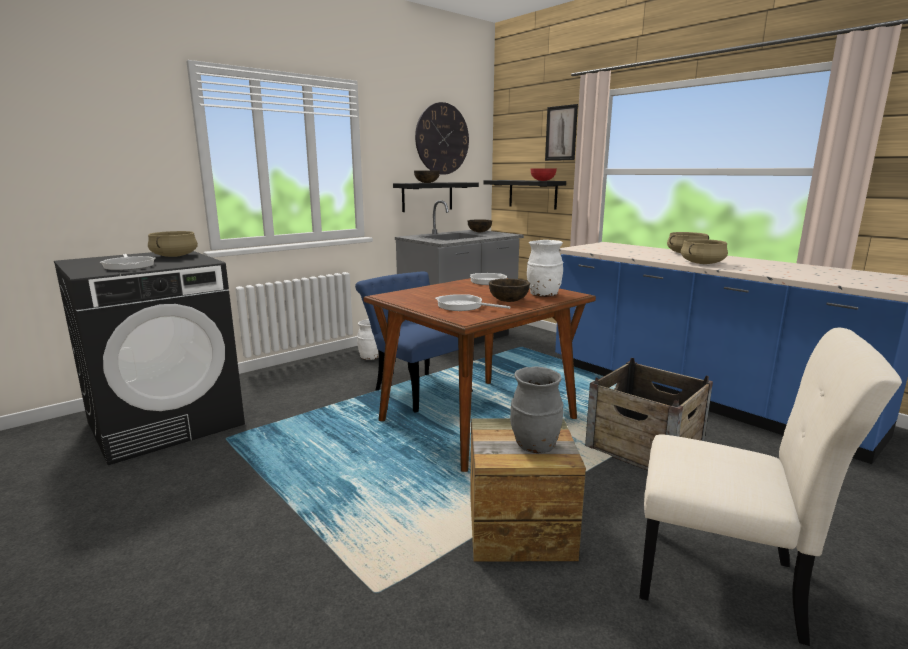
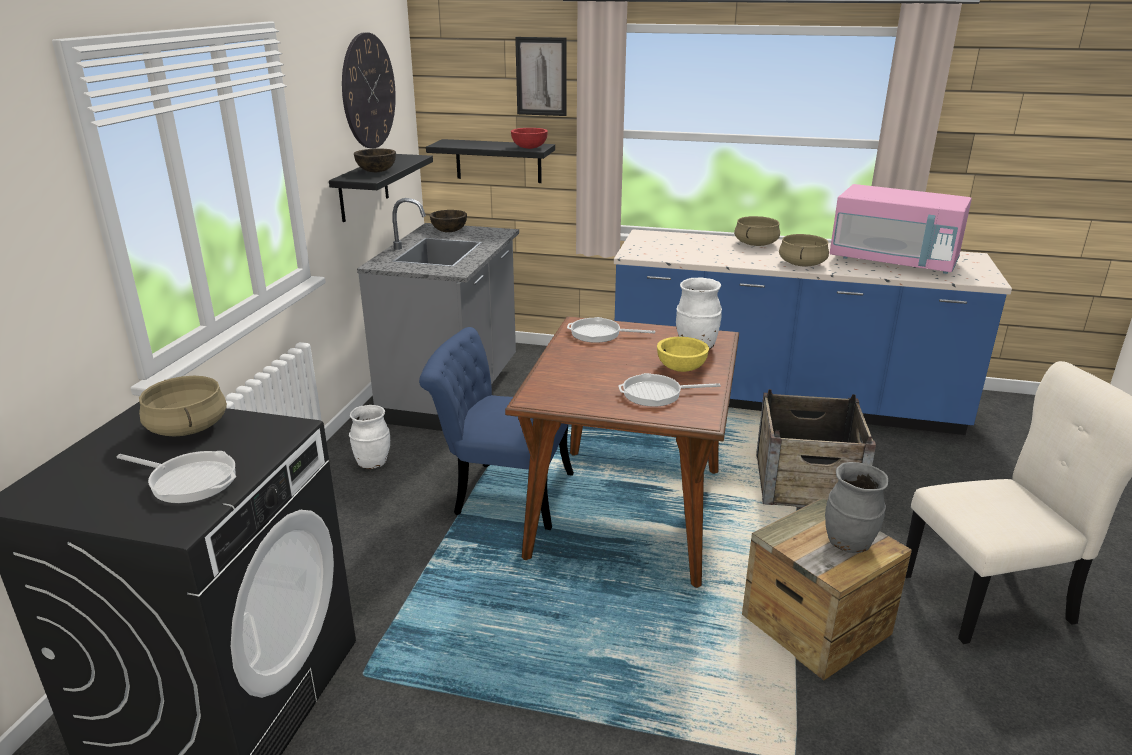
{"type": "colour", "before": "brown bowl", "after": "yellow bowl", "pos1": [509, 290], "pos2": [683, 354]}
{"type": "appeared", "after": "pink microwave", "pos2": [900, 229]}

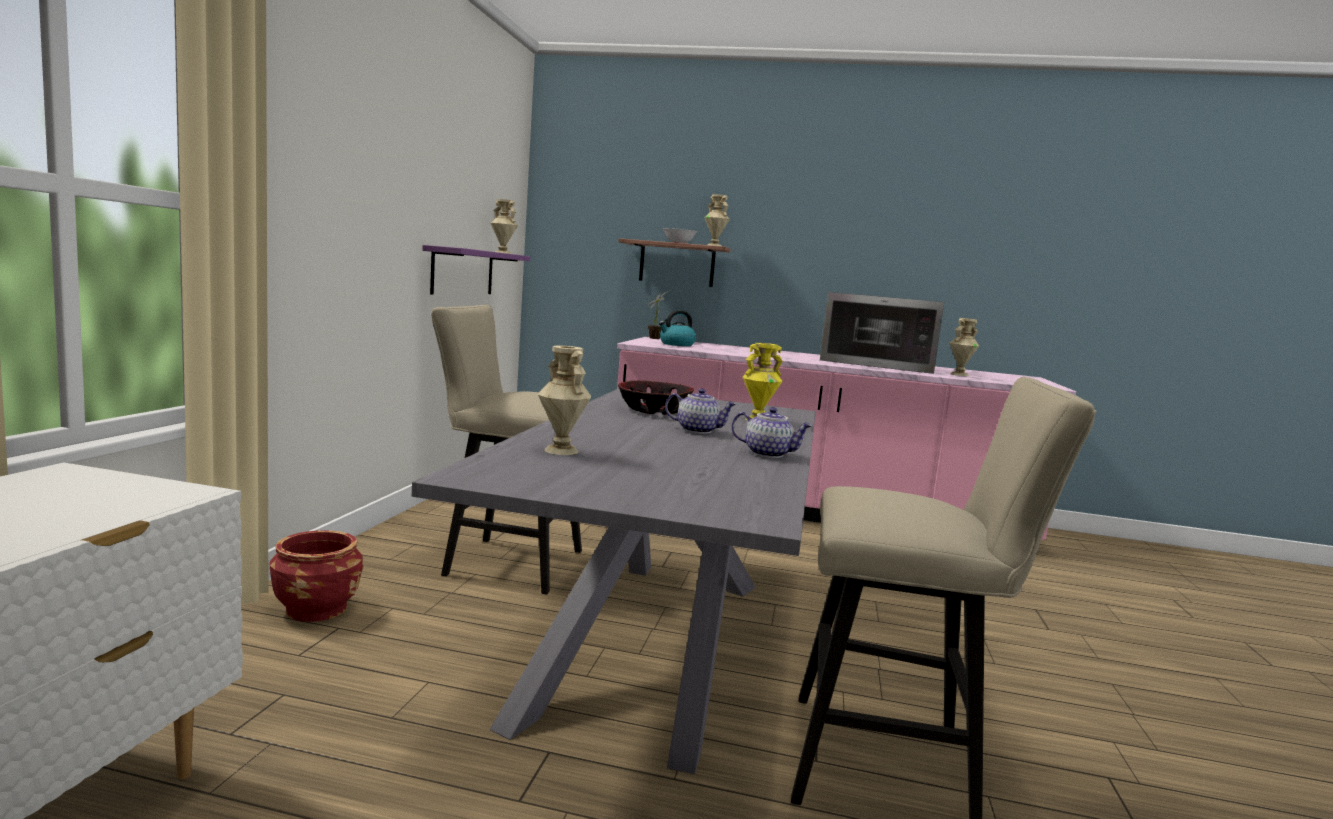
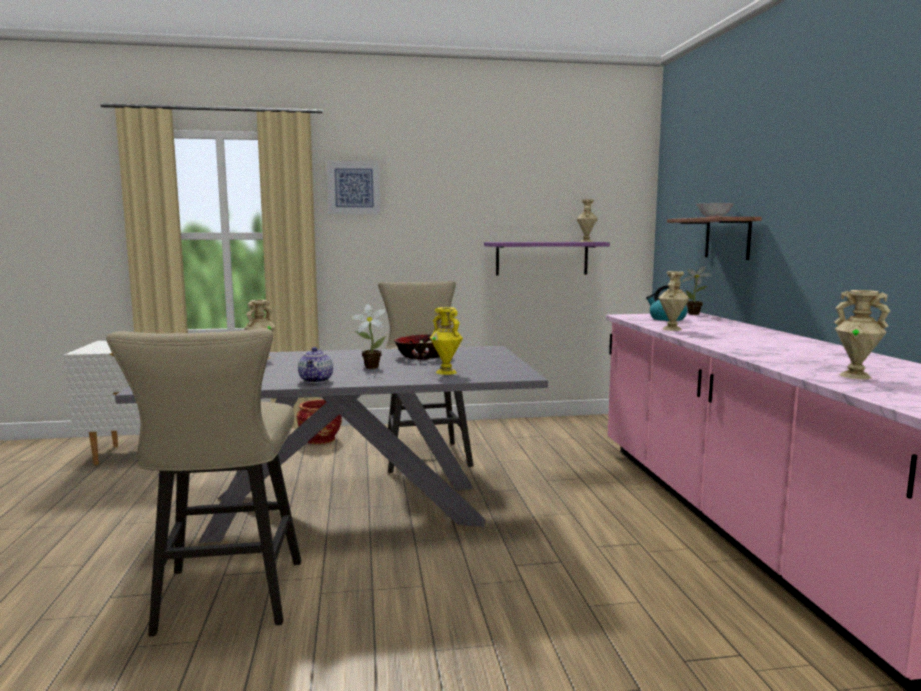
{"type": "exchanged", "before": "teapot", "after": "potted plant", "pos1": [701, 411], "pos2": [369, 336]}
{"type": "relocated", "before": "beige vase", "pos1": [717, 220], "pos2": [674, 301]}
{"type": "missing", "before": "microwave", "pos1": [882, 333]}
{"type": "appeared", "after": "picture", "pos2": [354, 187]}

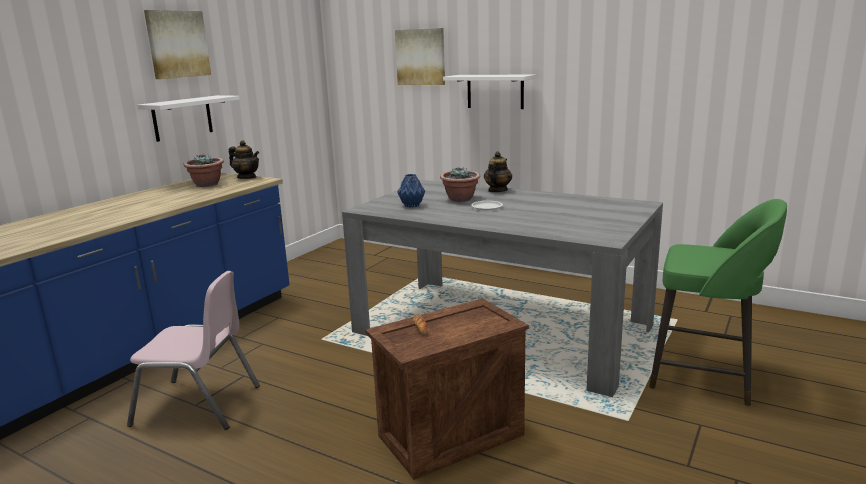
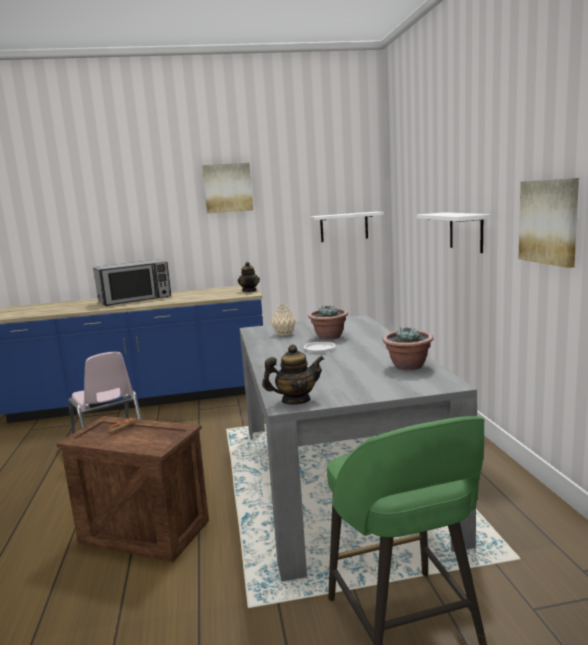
{"type": "relocated", "before": "white shelf", "pos1": [188, 118], "pos2": [347, 227]}
{"type": "relocated", "before": "potted plant", "pos1": [204, 170], "pos2": [408, 348]}
{"type": "relocated", "before": "picture", "pos1": [420, 56], "pos2": [548, 223]}
{"type": "colour", "before": "blue vase", "after": "beige vase", "pos1": [411, 191], "pos2": [283, 320]}
{"type": "relocated", "before": "teapot", "pos1": [498, 172], "pos2": [293, 374]}
{"type": "appeared", "after": "microwave", "pos2": [132, 283]}

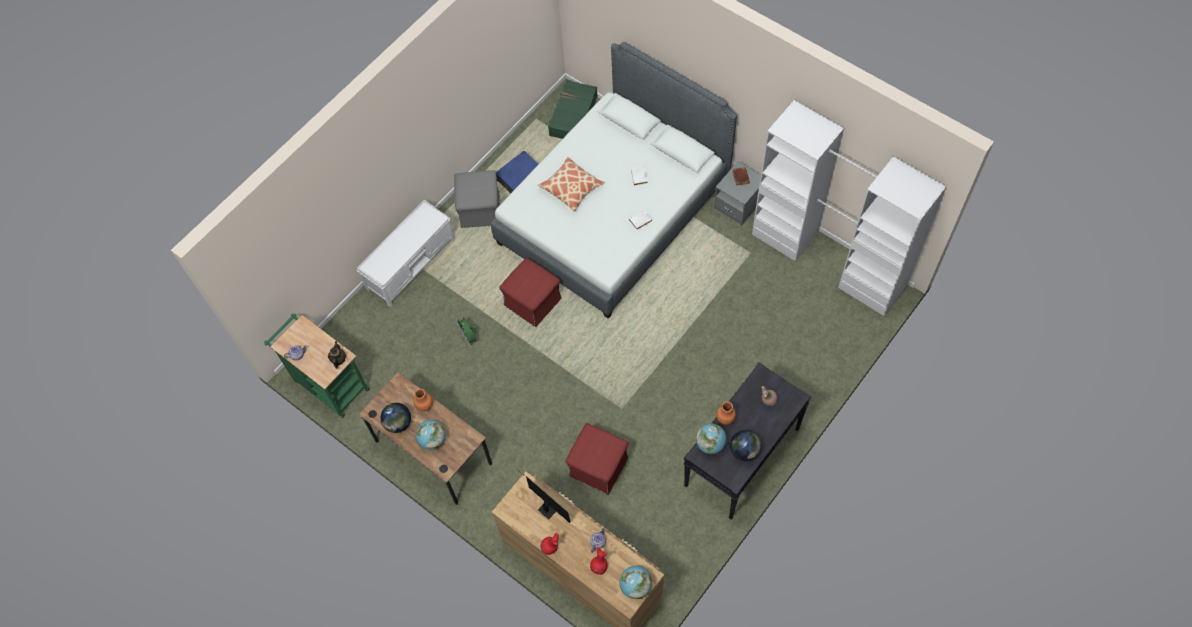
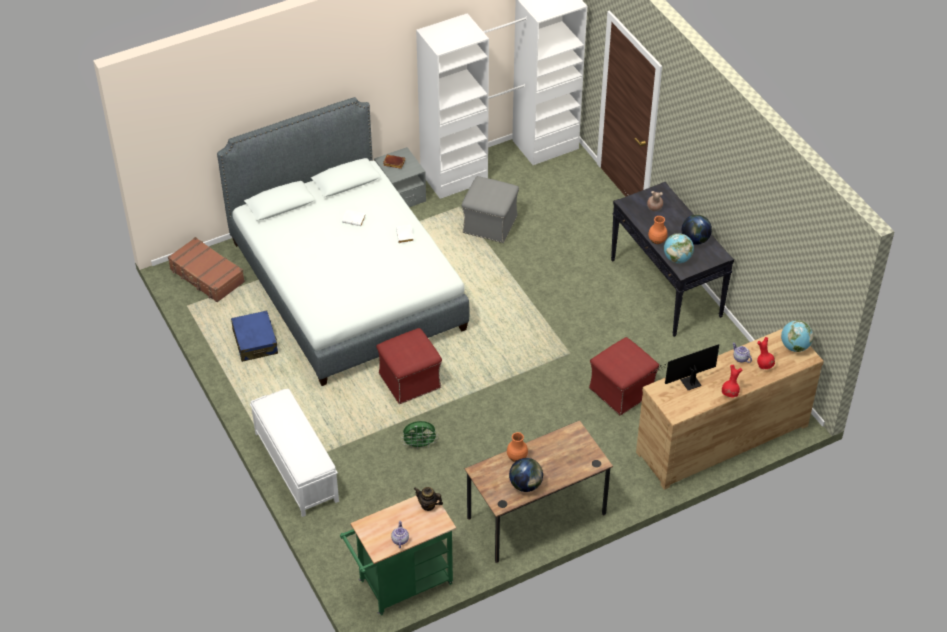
{"type": "missing", "before": "globe", "pos1": [431, 435]}
{"type": "relocated", "before": "grey ottoman", "pos1": [477, 199], "pos2": [490, 209]}
{"type": "missing", "before": "pillow", "pos1": [571, 184]}
{"type": "colour", "before": "green suitcase", "after": "brown suitcase", "pos1": [573, 109], "pos2": [206, 269]}

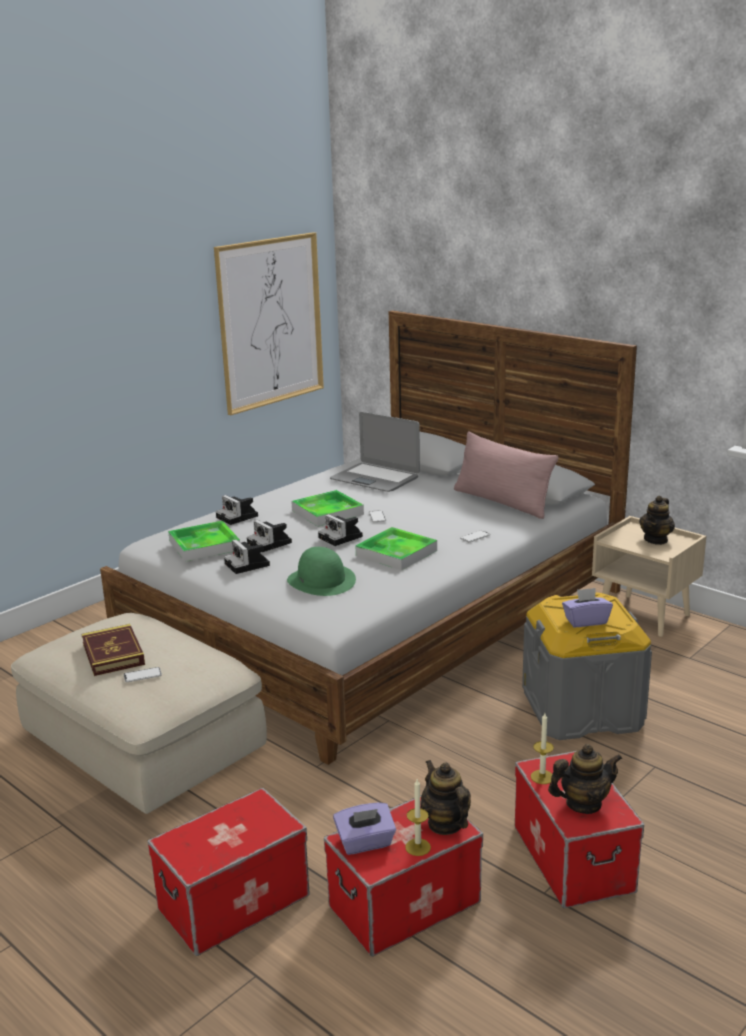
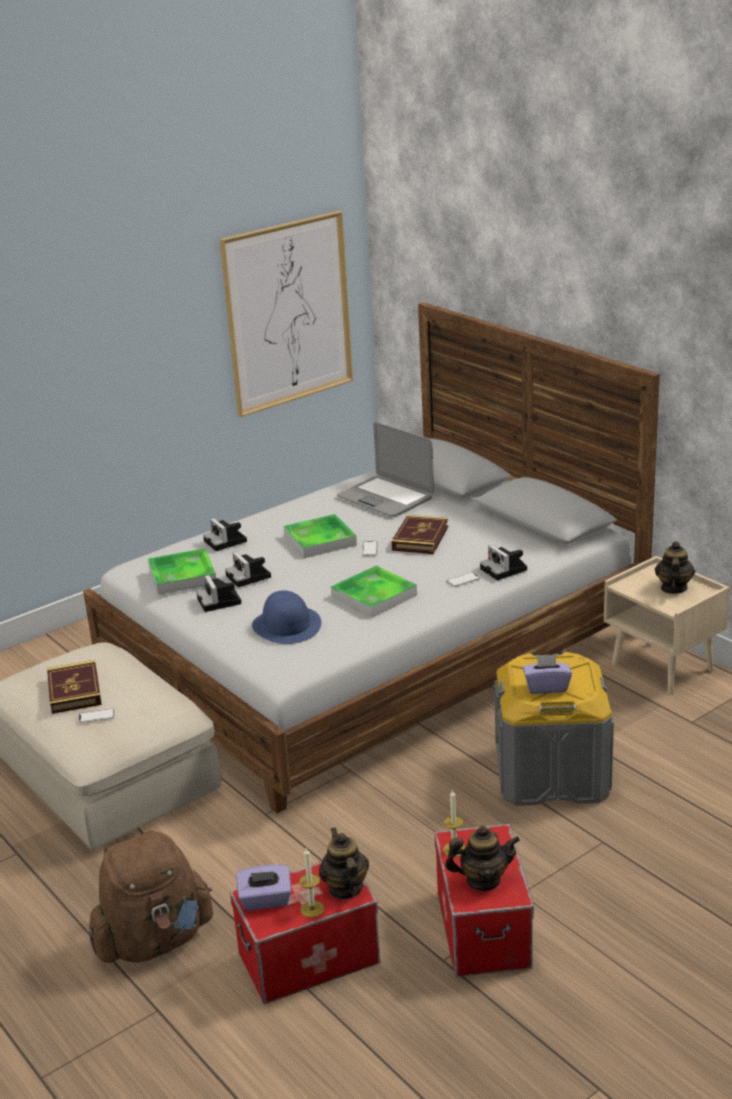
{"type": "exchanged", "before": "storage box", "after": "brown backpack", "pos1": [228, 872], "pos2": [151, 896]}
{"type": "colour", "before": "green hat", "after": "blue hat", "pos1": [321, 571], "pos2": [286, 617]}
{"type": "relocated", "before": "photo camera", "pos1": [340, 530], "pos2": [503, 562]}
{"type": "missing", "before": "pink pillow", "pos1": [506, 475]}
{"type": "spun", "before": "teapot", "pos1": [657, 520], "pos2": [675, 567], "turn": 150}
{"type": "appeared", "after": "book", "pos2": [419, 534]}

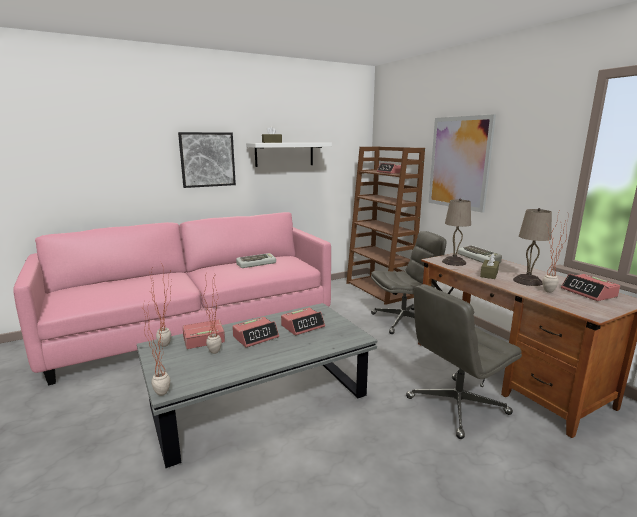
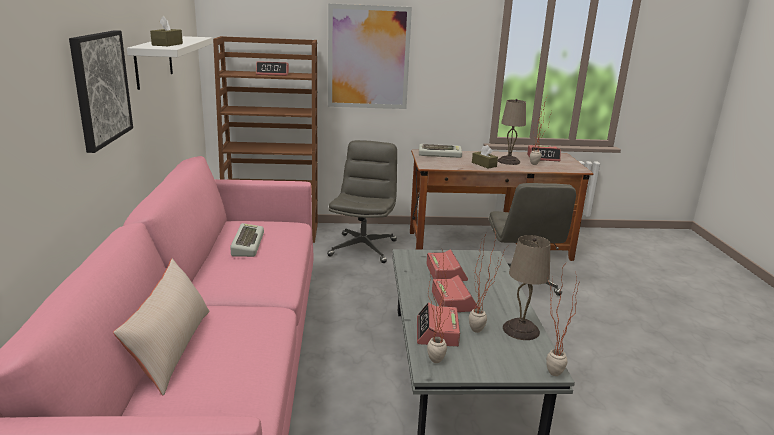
{"type": "relocated", "before": "beige table lamp", "pos1": [456, 232], "pos2": [526, 287]}
{"type": "appeared", "after": "beige pillow", "pos2": [161, 327]}

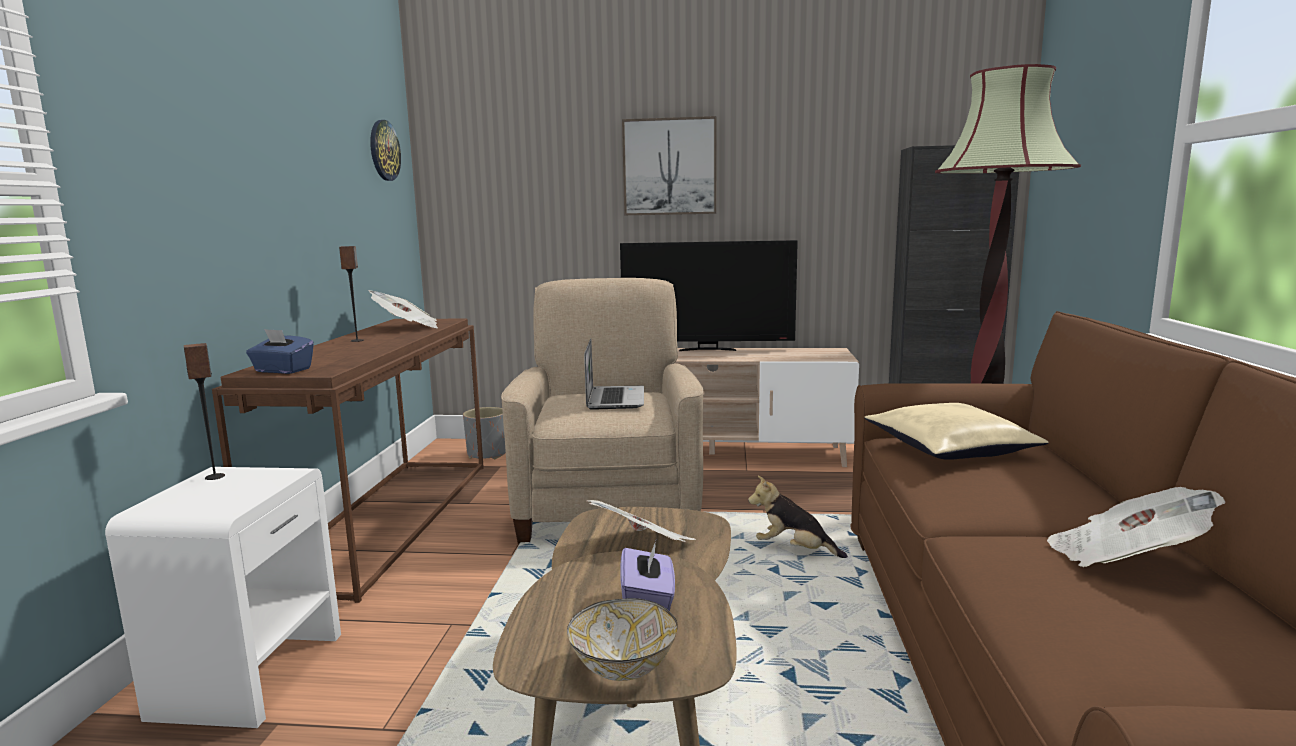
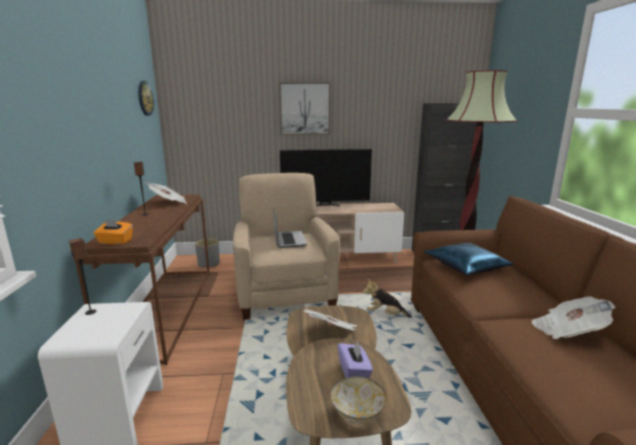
{"type": "colour", "before": "blue tissue box", "after": "orange tissue box", "pos1": [280, 351], "pos2": [113, 232]}
{"type": "colour", "before": "beige pillow", "after": "blue pillow", "pos1": [956, 431], "pos2": [469, 258]}

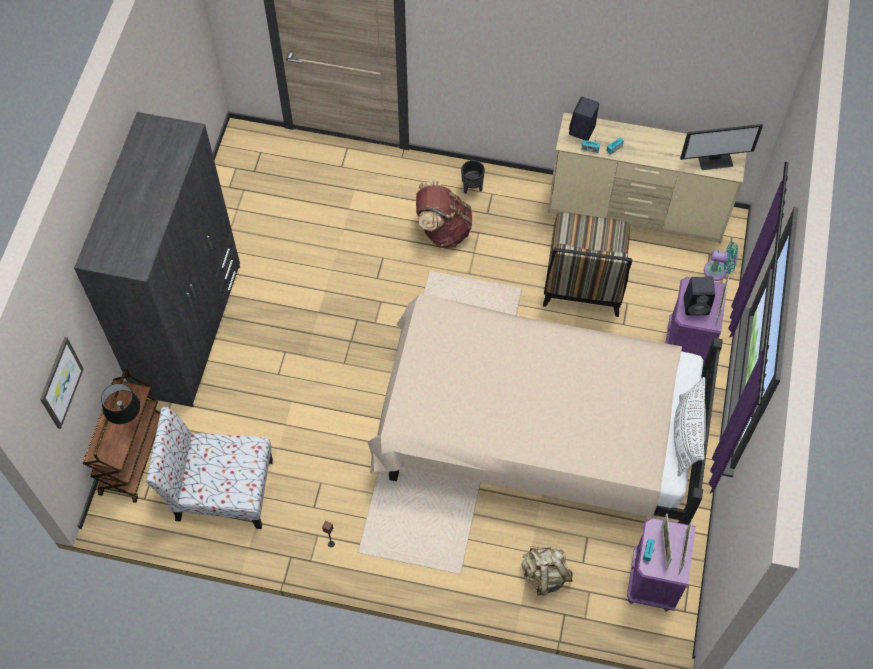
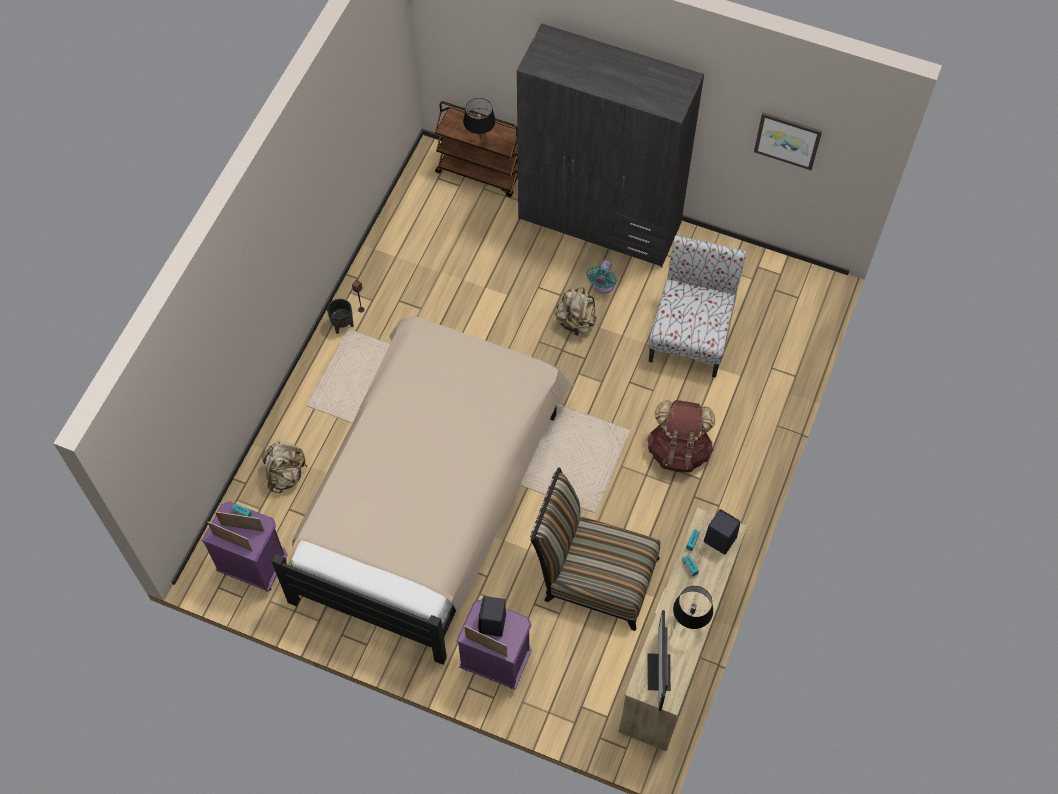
{"type": "relocated", "before": "picture", "pos1": [62, 383], "pos2": [788, 141]}
{"type": "relocated", "before": "chair", "pos1": [209, 468], "pos2": [697, 306]}
{"type": "relocated", "before": "black planter", "pos1": [473, 177], "pos2": [340, 316]}
{"type": "missing", "before": "white pillow", "pos1": [690, 427]}
{"type": "relocated", "before": "turquoise fan", "pos1": [721, 261], "pos2": [601, 276]}
{"type": "appeared", "after": "beige backpack", "pos2": [576, 311]}
{"type": "appeared", "after": "black table lamp", "pos2": [693, 607]}

